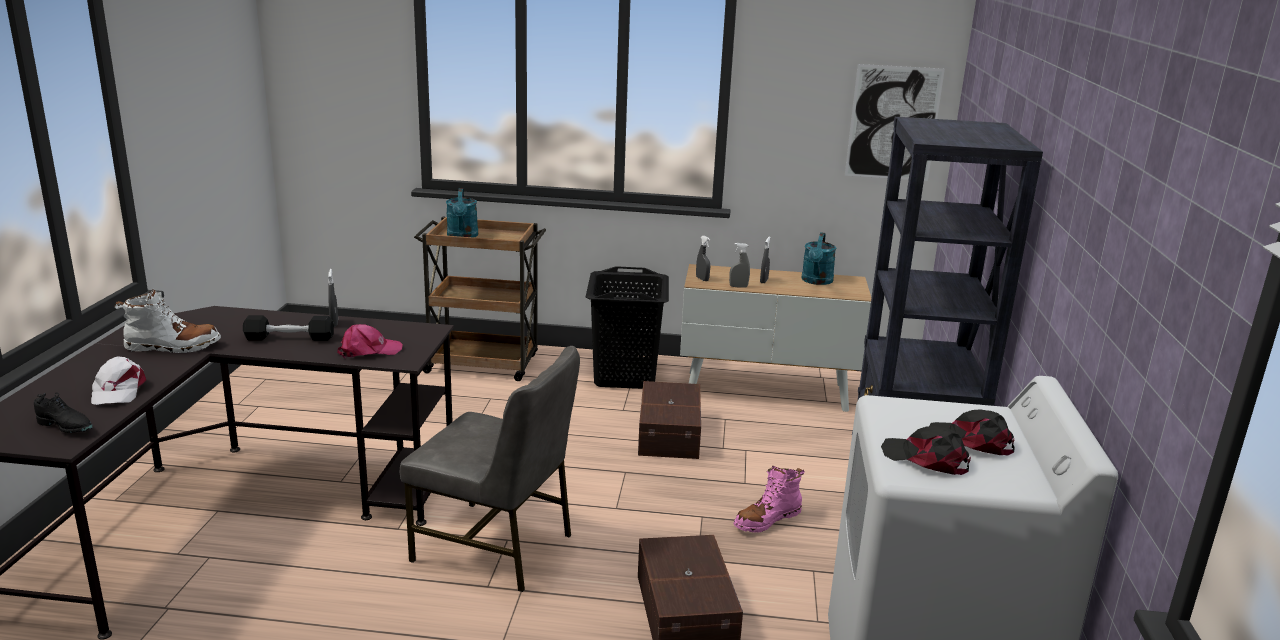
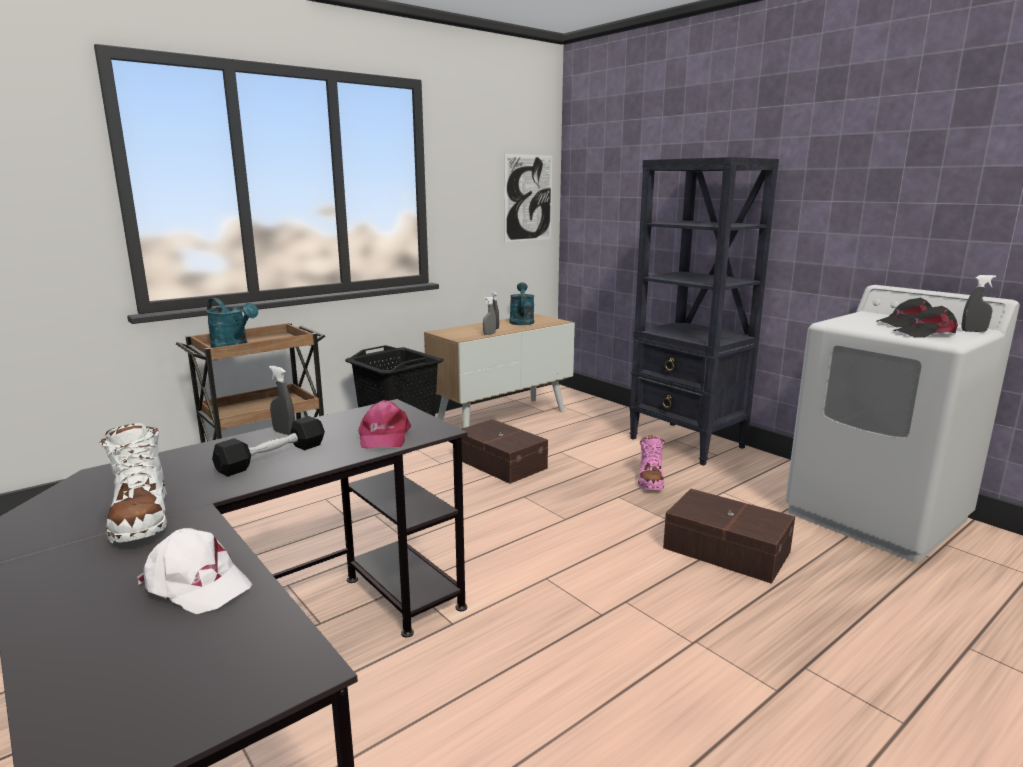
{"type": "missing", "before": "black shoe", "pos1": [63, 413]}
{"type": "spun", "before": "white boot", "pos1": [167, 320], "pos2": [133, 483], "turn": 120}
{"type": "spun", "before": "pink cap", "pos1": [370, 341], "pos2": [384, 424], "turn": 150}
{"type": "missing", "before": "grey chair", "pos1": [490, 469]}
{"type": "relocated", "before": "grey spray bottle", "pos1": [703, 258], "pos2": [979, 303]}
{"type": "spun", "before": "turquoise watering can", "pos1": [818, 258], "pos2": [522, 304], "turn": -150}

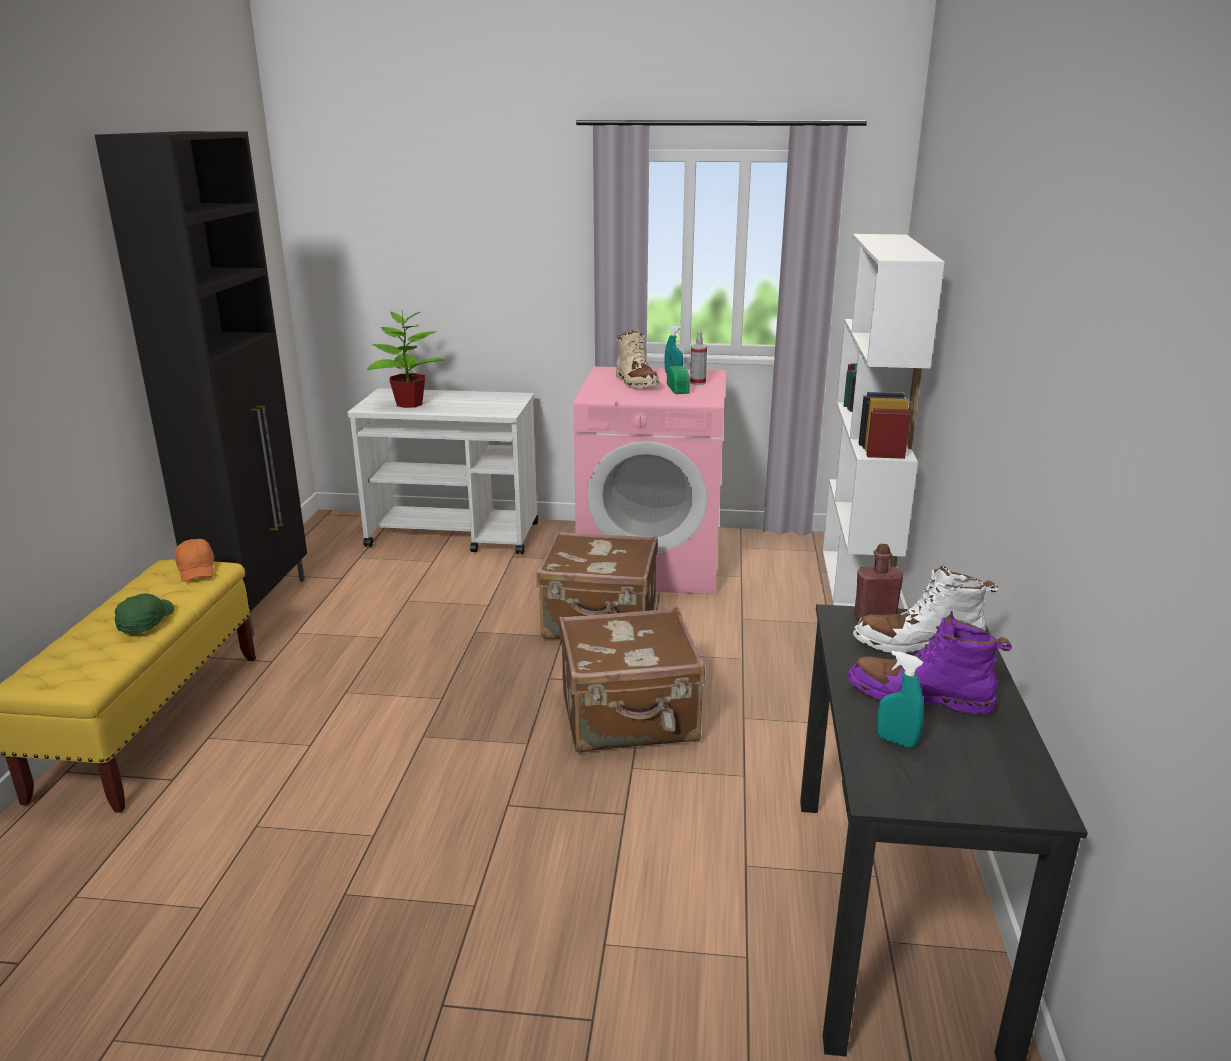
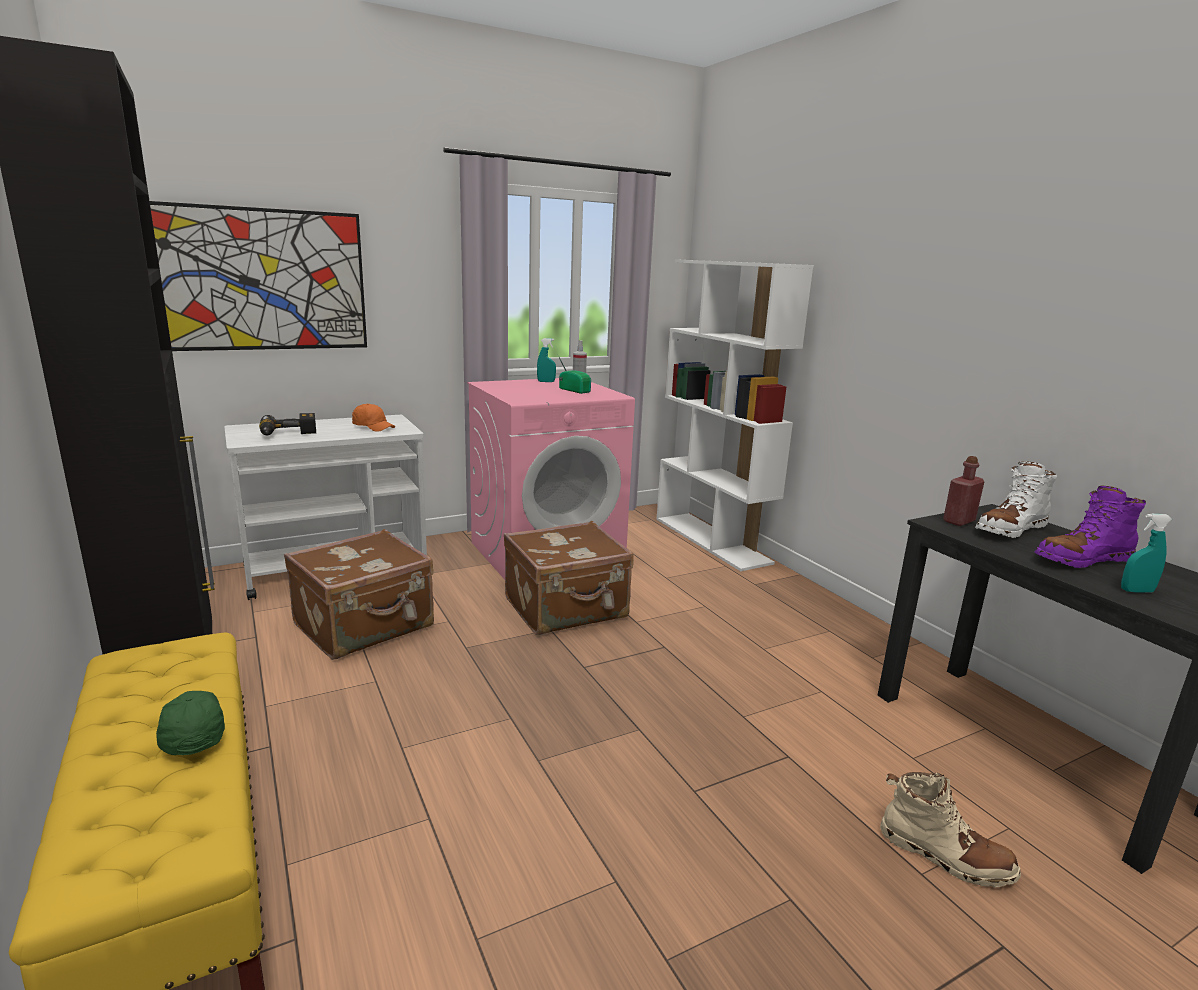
{"type": "relocated", "before": "orange cap", "pos1": [194, 560], "pos2": [373, 418]}
{"type": "exchanged", "before": "potted plant", "after": "power drill", "pos1": [405, 359], "pos2": [287, 424]}
{"type": "relocated", "before": "brown suitcase", "pos1": [632, 680], "pos2": [359, 594]}
{"type": "relocated", "before": "beige boot", "pos1": [638, 359], "pos2": [950, 830]}
{"type": "appeared", "after": "picture", "pos2": [258, 276]}

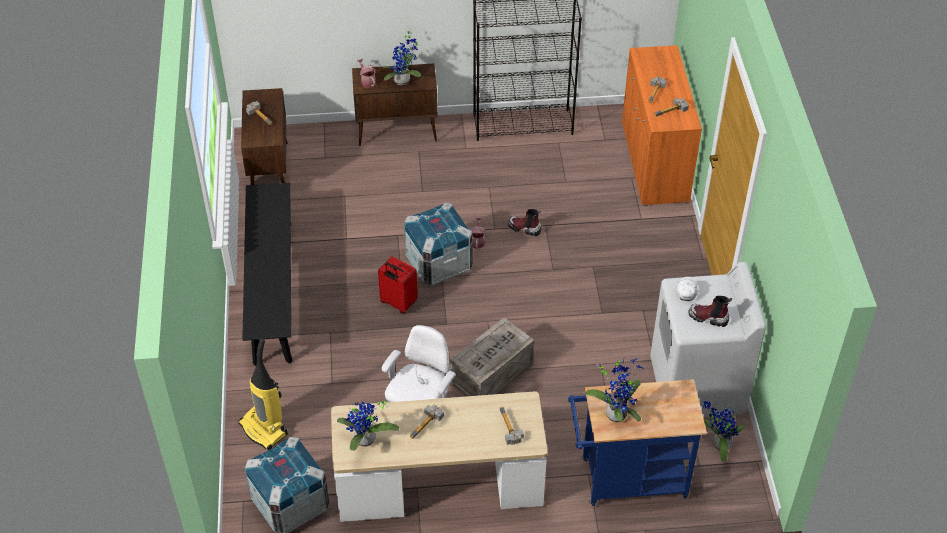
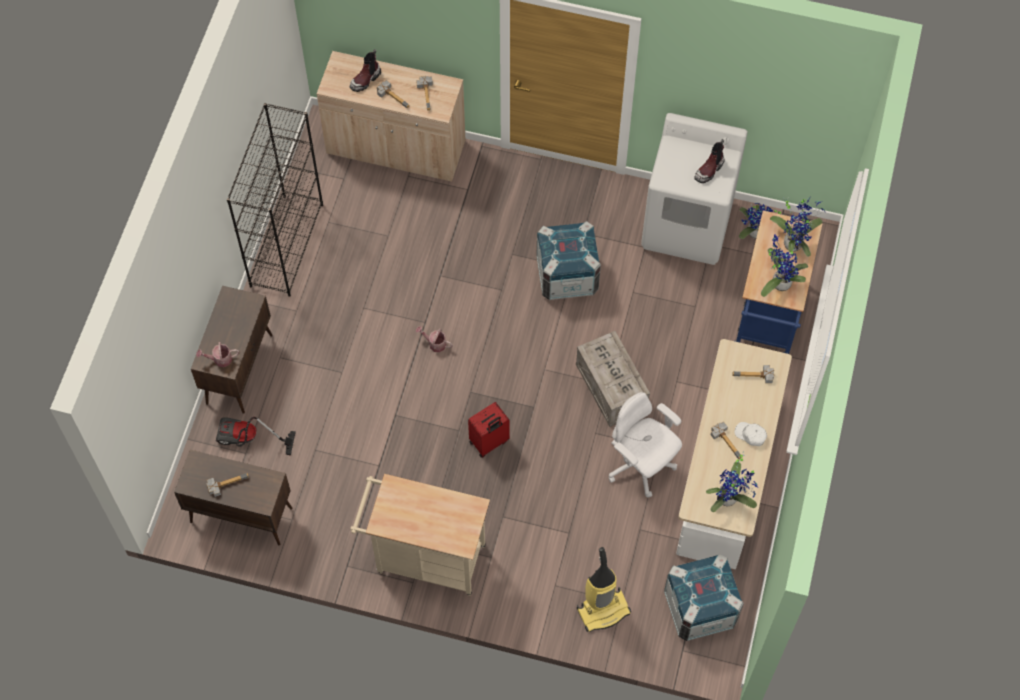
{"type": "exchanged", "before": "black bench", "after": "beige cart", "pos1": [267, 274], "pos2": [420, 535]}
{"type": "relocated", "before": "potted plant", "pos1": [401, 57], "pos2": [797, 227]}
{"type": "relocated", "before": "crate", "pos1": [438, 244], "pos2": [568, 260]}
{"type": "relocated", "before": "boot", "pos1": [524, 222], "pos2": [365, 70]}
{"type": "colour", "before": "orange cabinet", "after": "beige cabinet", "pos1": [662, 125], "pos2": [391, 116]}
{"type": "relocated", "before": "white cap", "pos1": [687, 289], "pos2": [750, 434]}
{"type": "appeared", "after": "vacuum cleaner", "pos2": [256, 436]}

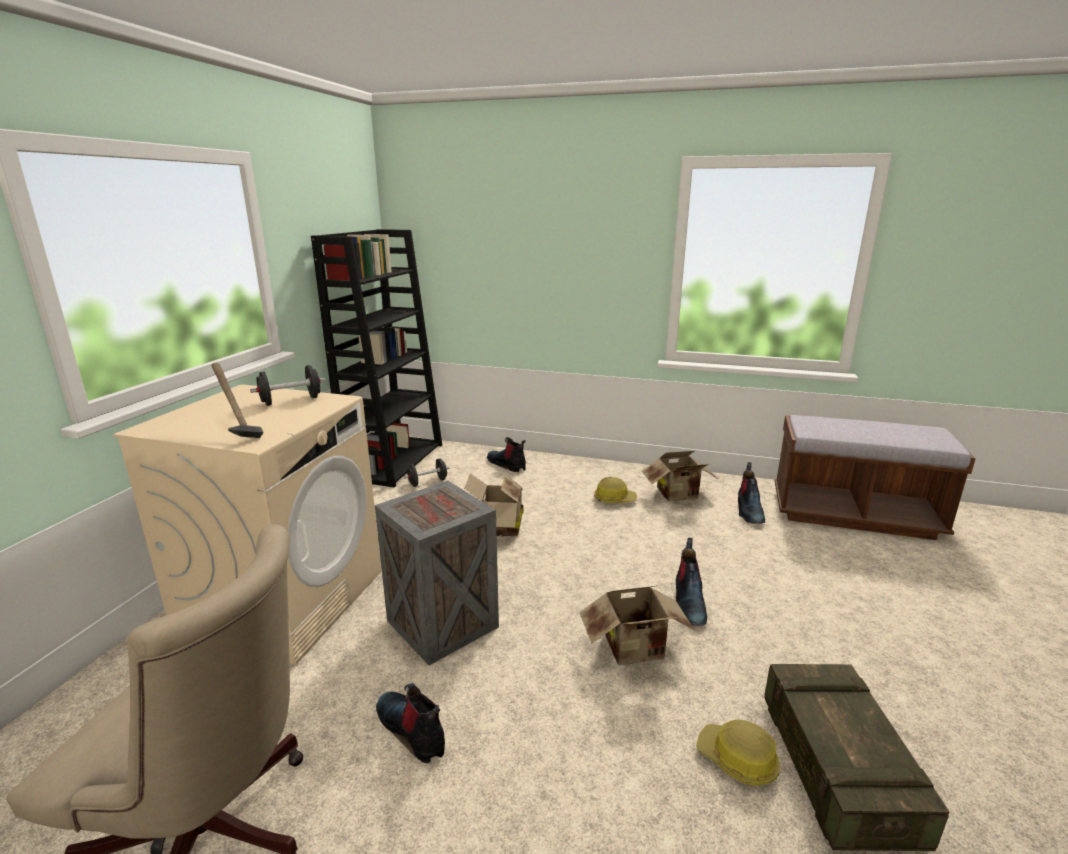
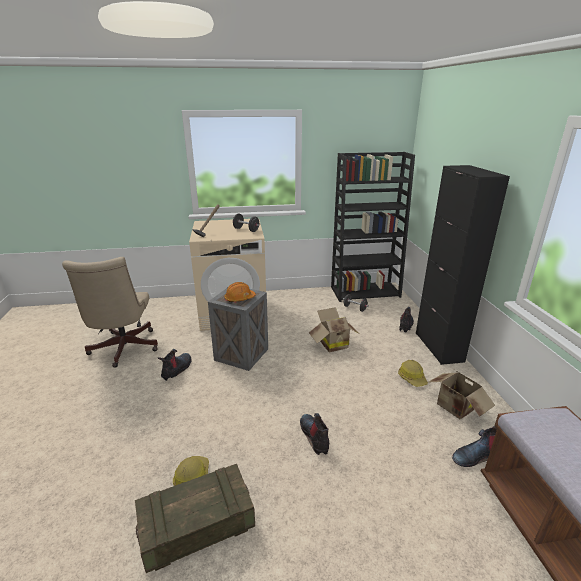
{"type": "missing", "before": "cardboard box", "pos1": [637, 625]}
{"type": "spun", "before": "boot", "pos1": [691, 582], "pos2": [314, 434], "turn": 90}
{"type": "appeared", "after": "orange hard hat", "pos2": [240, 292]}
{"type": "appeared", "after": "black cabinet", "pos2": [463, 265]}

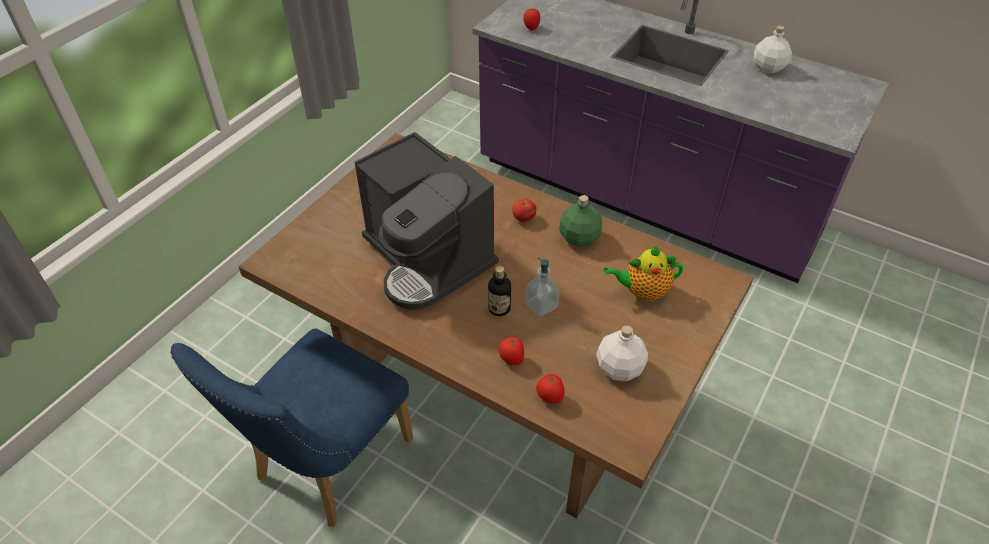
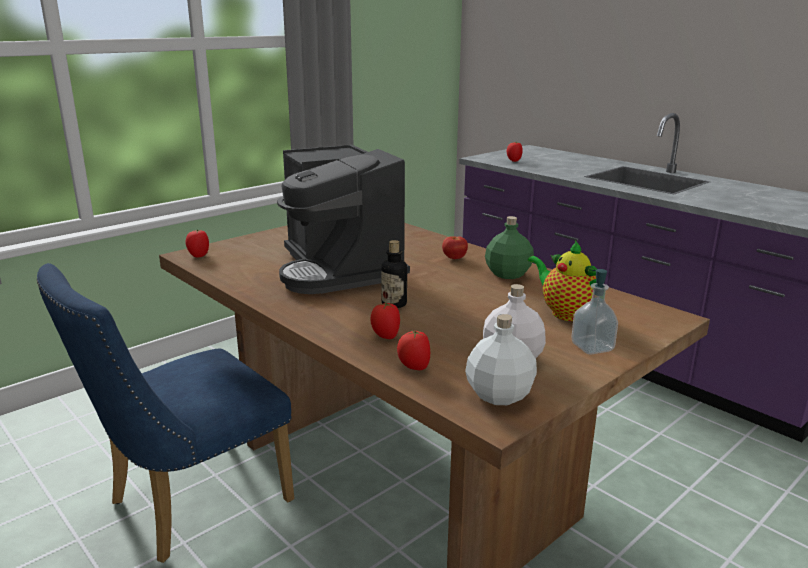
{"type": "relocated", "before": "soap dispenser", "pos1": [543, 287], "pos2": [594, 311]}
{"type": "spun", "before": "teapot", "pos1": [643, 274], "pos2": [562, 280], "turn": 45}
{"type": "relocated", "before": "white bottle", "pos1": [773, 49], "pos2": [501, 359]}
{"type": "appeared", "after": "tomato", "pos2": [197, 243]}

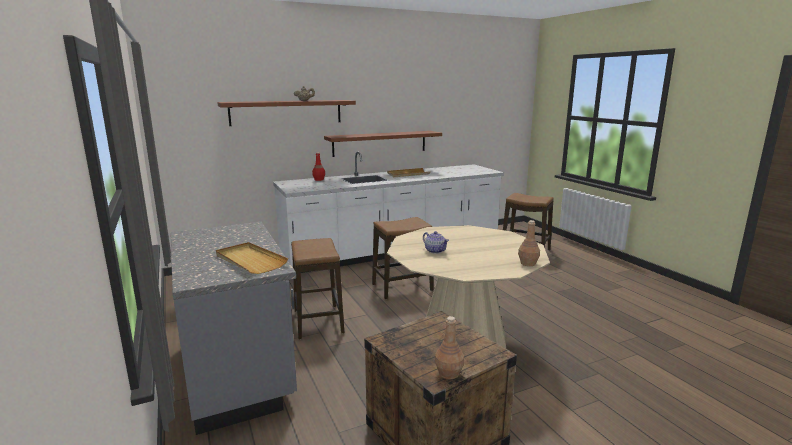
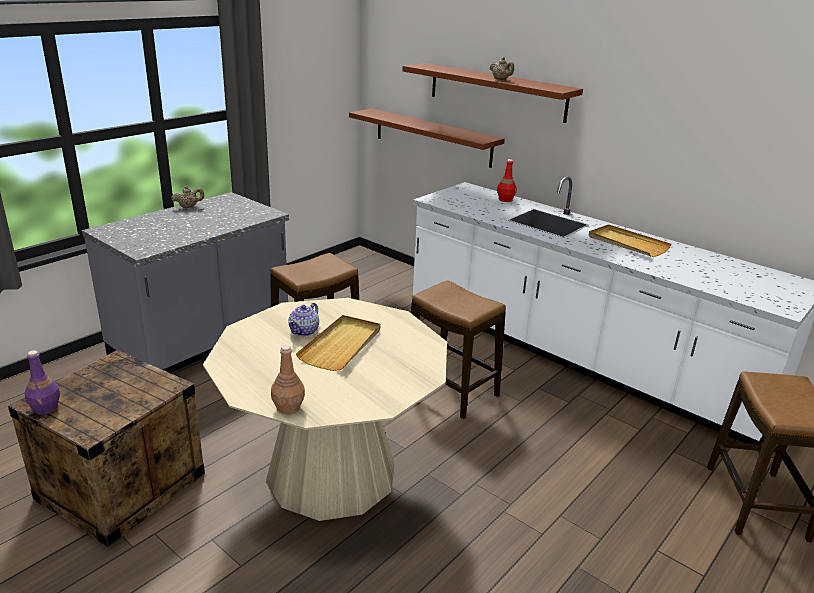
{"type": "relocated", "before": "beige tray", "pos1": [252, 258], "pos2": [338, 343]}
{"type": "relocated", "before": "brown shelf", "pos1": [383, 144], "pos2": [427, 138]}
{"type": "colour", "before": "brown bottle", "after": "purple bottle", "pos1": [449, 347], "pos2": [42, 382]}
{"type": "appeared", "after": "beige teapot", "pos2": [187, 197]}

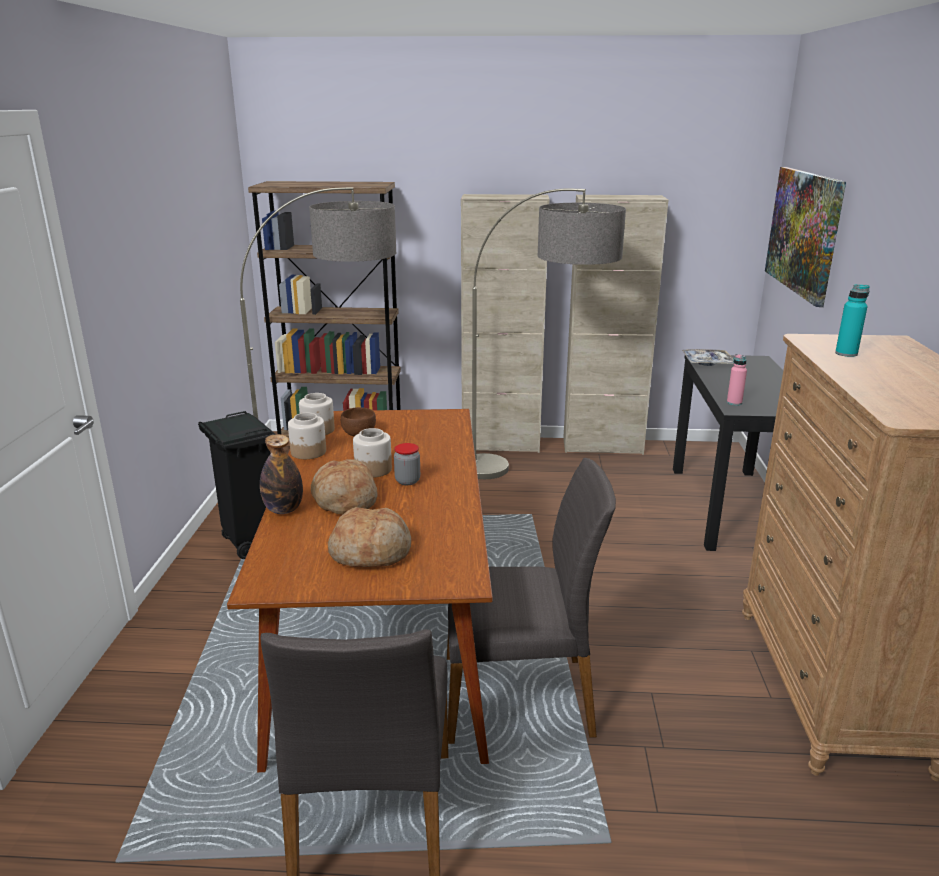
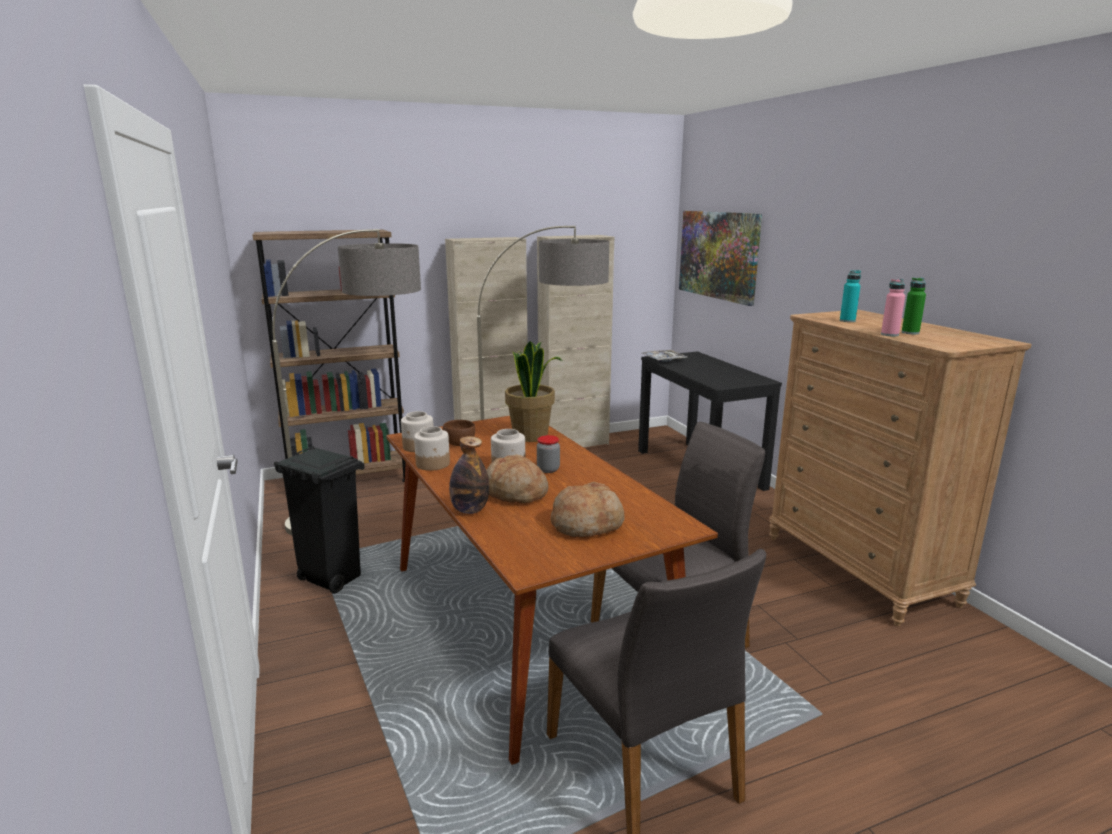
{"type": "relocated", "before": "pink bottle", "pos1": [737, 380], "pos2": [893, 307]}
{"type": "appeared", "after": "potted plant", "pos2": [534, 391]}
{"type": "appeared", "after": "green bottle", "pos2": [914, 306]}

